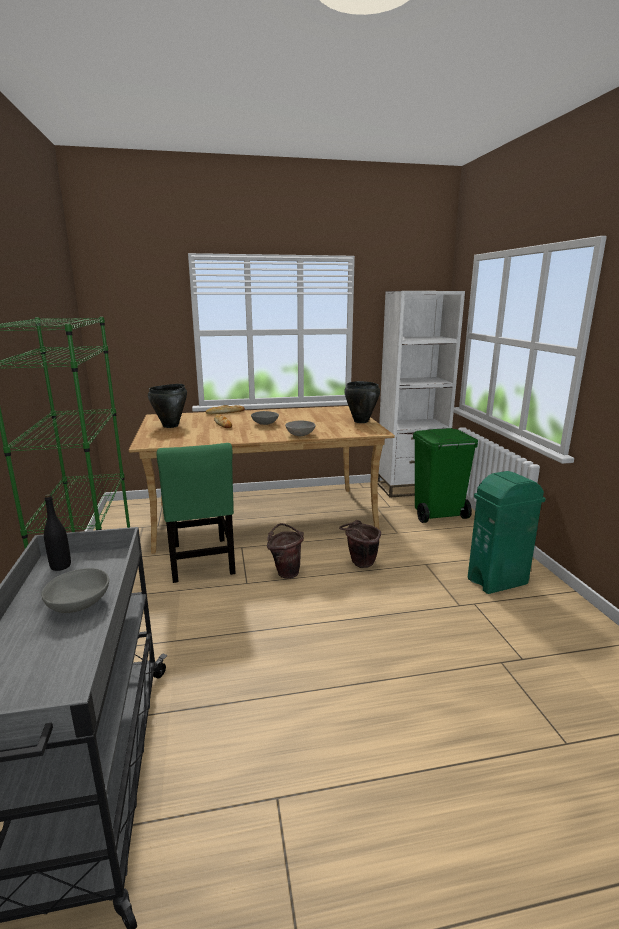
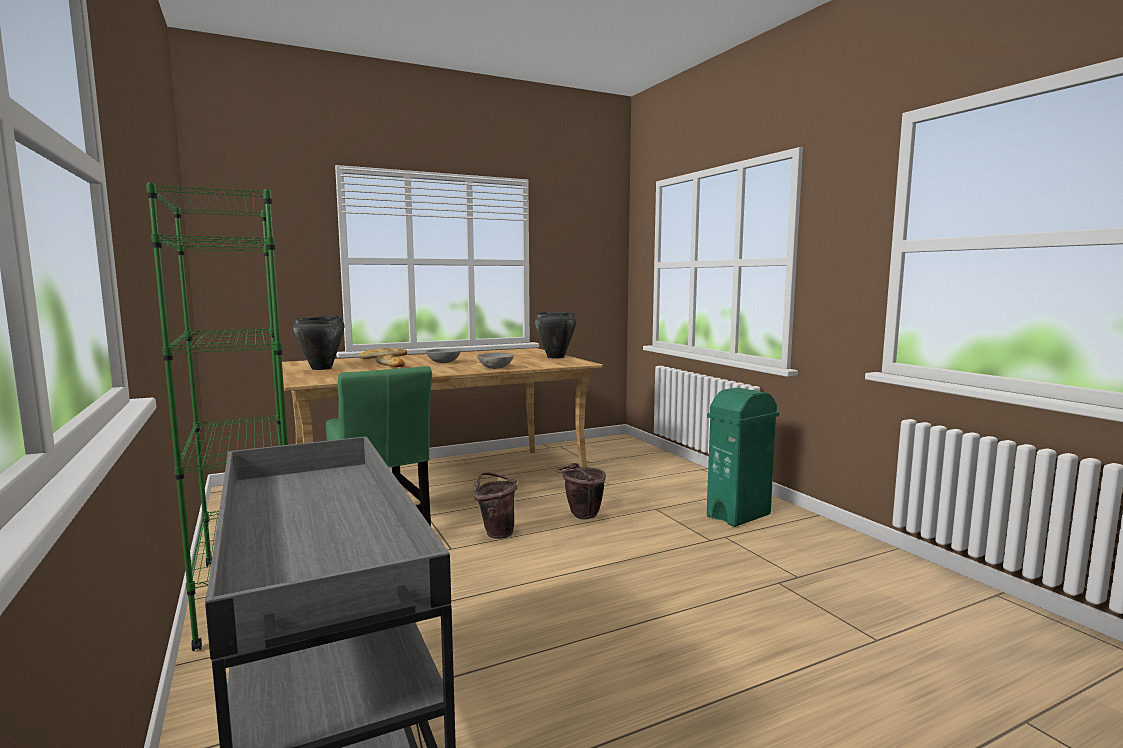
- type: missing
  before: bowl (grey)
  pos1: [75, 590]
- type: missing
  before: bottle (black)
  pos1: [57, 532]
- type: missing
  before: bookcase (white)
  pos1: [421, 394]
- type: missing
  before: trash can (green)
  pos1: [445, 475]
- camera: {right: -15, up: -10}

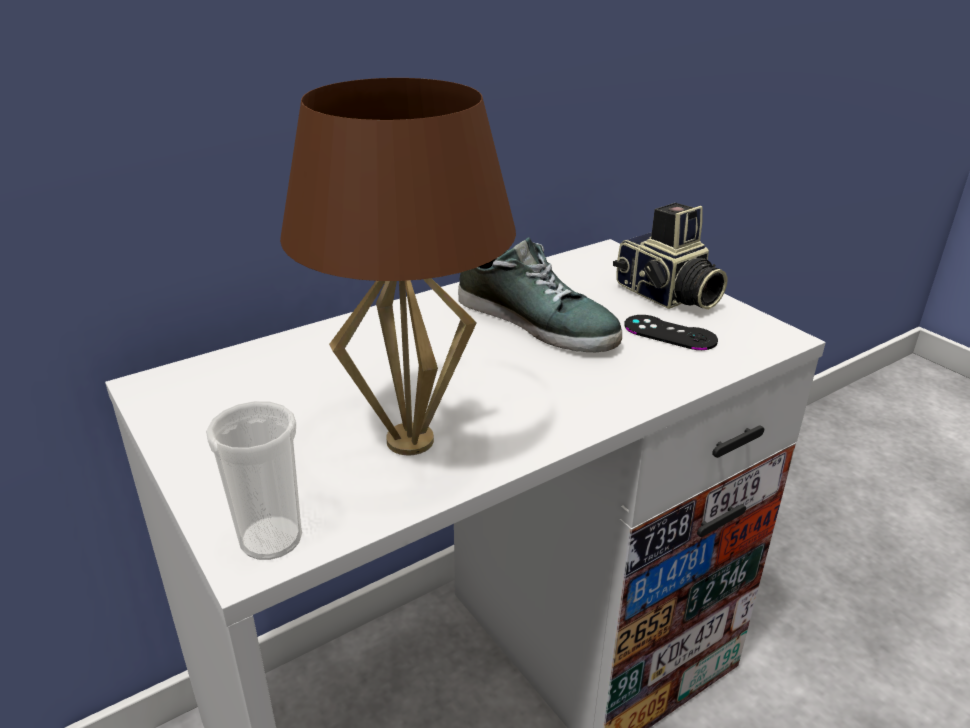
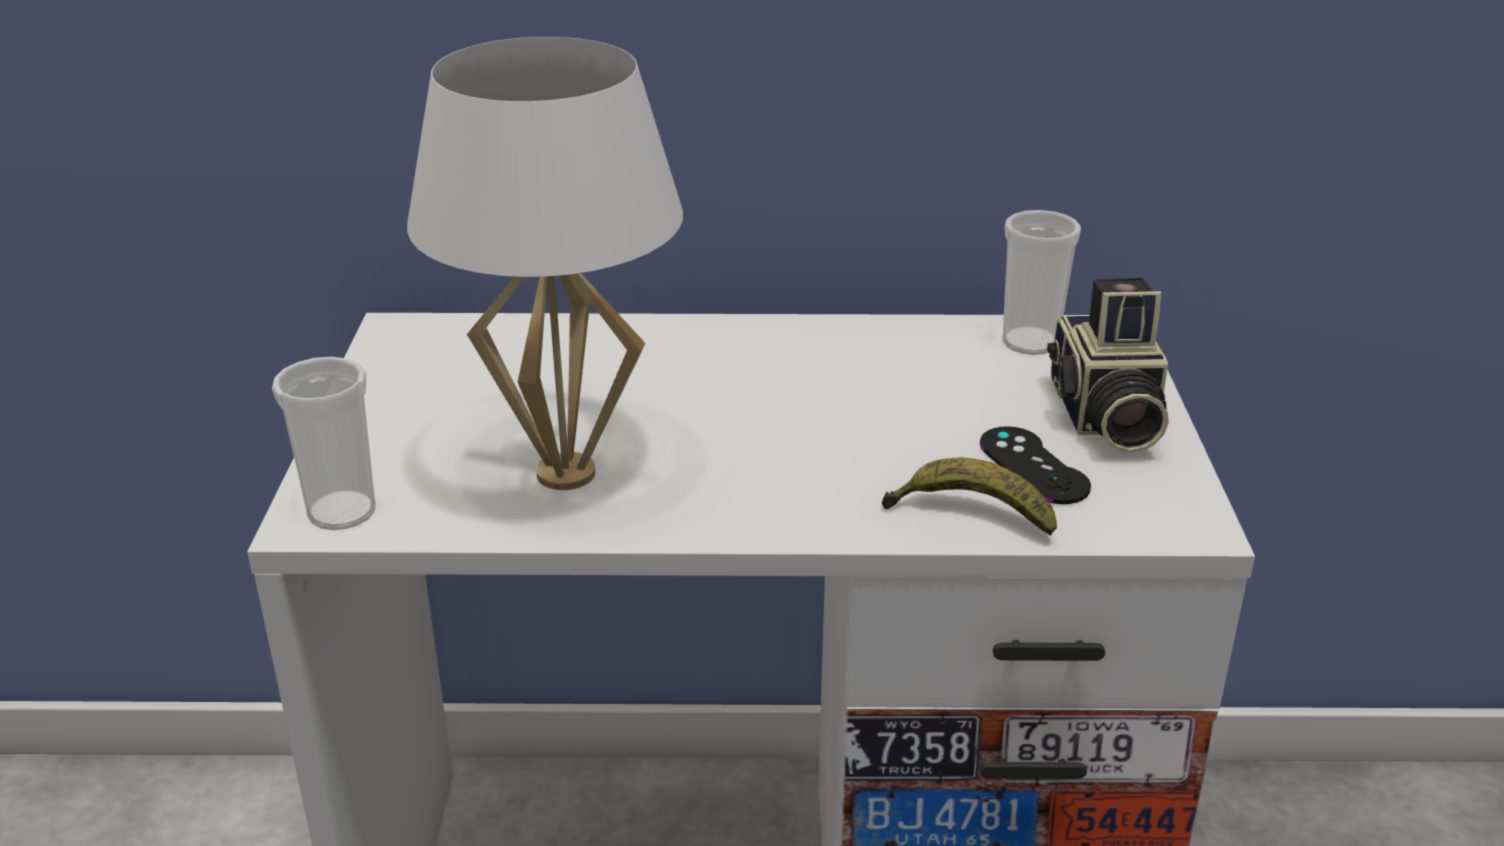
- type: colour
  before: table lamp (brown)
  after: table lamp (white)
  pos1: [398, 266]
  pos2: [545, 263]
- type: appeared
  after: banana
  pos2: [969, 496]
- type: appeared
  after: cup
  pos2: [1041, 282]
- type: missing
  before: shoe
  pos1: [540, 294]
- camera: {right: 35, up: 0}

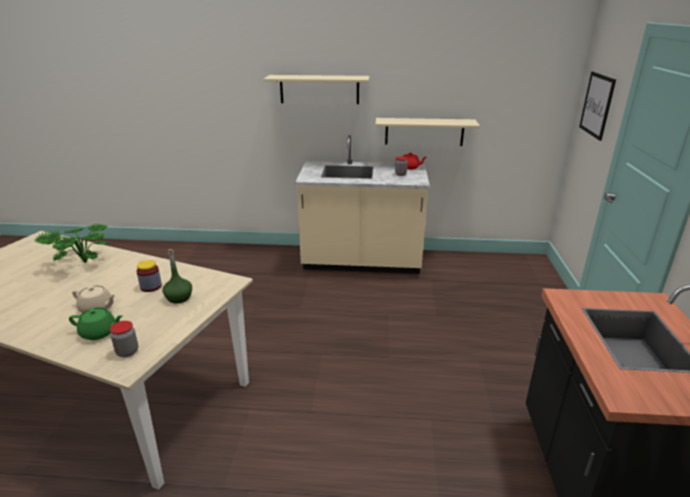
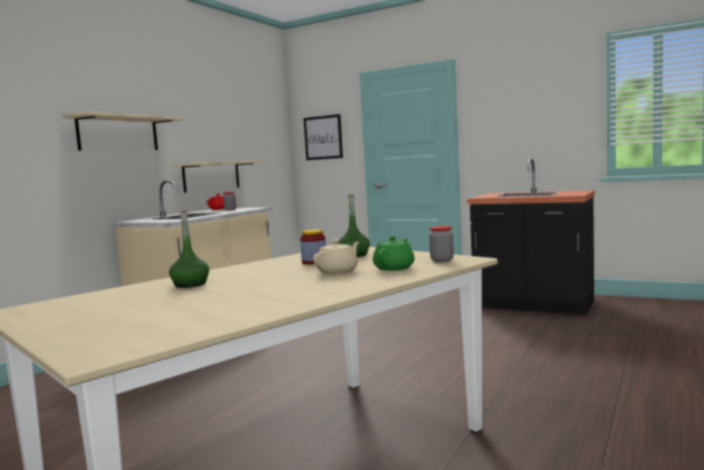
- type: exchanged
  before: potted plant
  after: bottle (green)
  pos1: [72, 243]
  pos2: [189, 249]
- camera: {right: -65, up: -20}

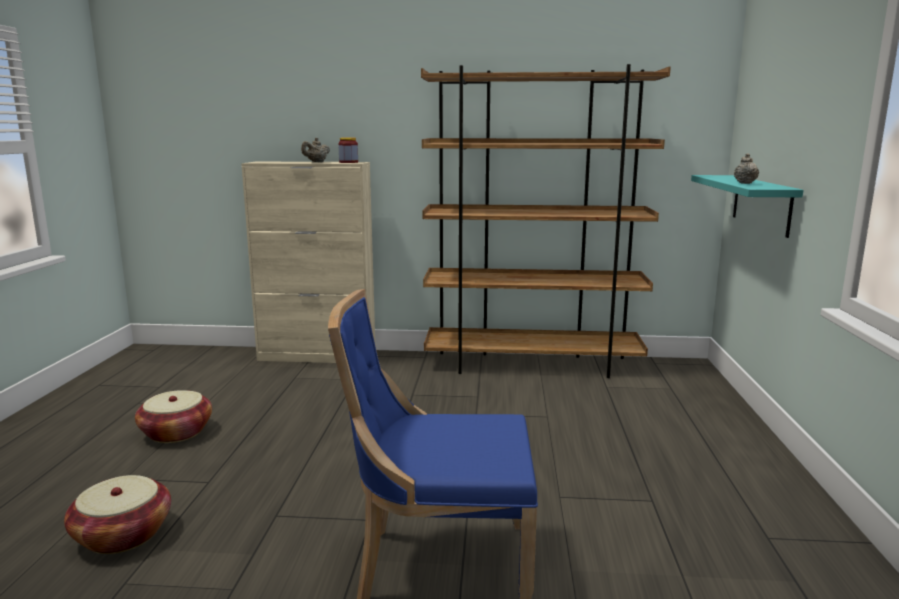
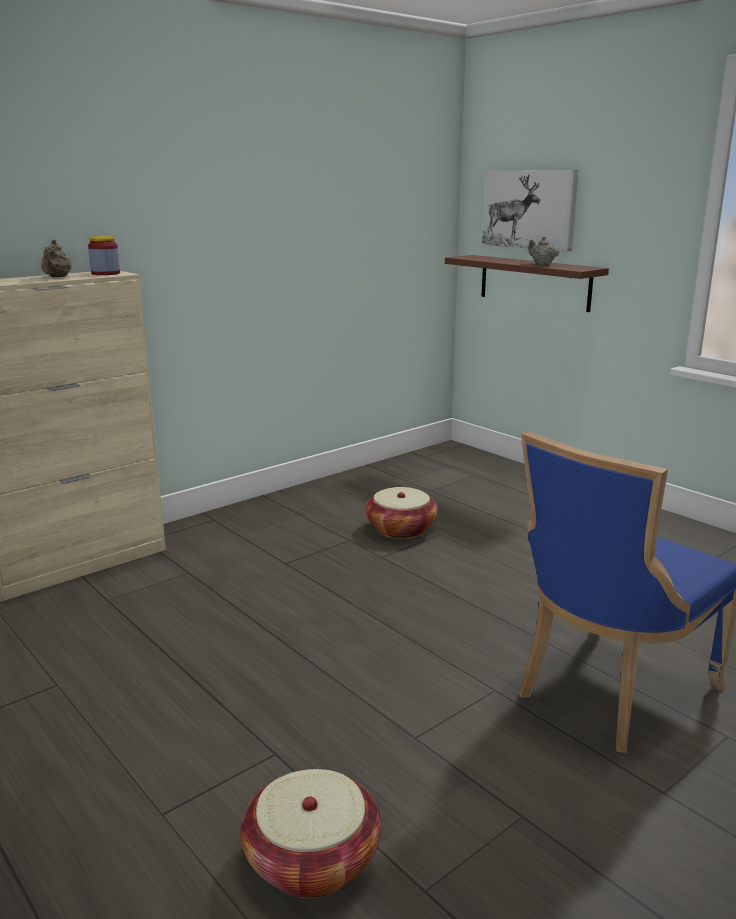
- type: relocated
  before: basket
  pos1: [173, 416]
  pos2: [401, 513]
- type: colour
  before: shelf (turquoise)
  after: shelf (brown)
  pos1: [747, 206]
  pos2: [527, 283]
- type: appeared
  after: picture
  pos2: [530, 211]
- type: missing
  before: bookcase (brown)
  pos1: [546, 221]
- camera: {right: -45, up: 5}

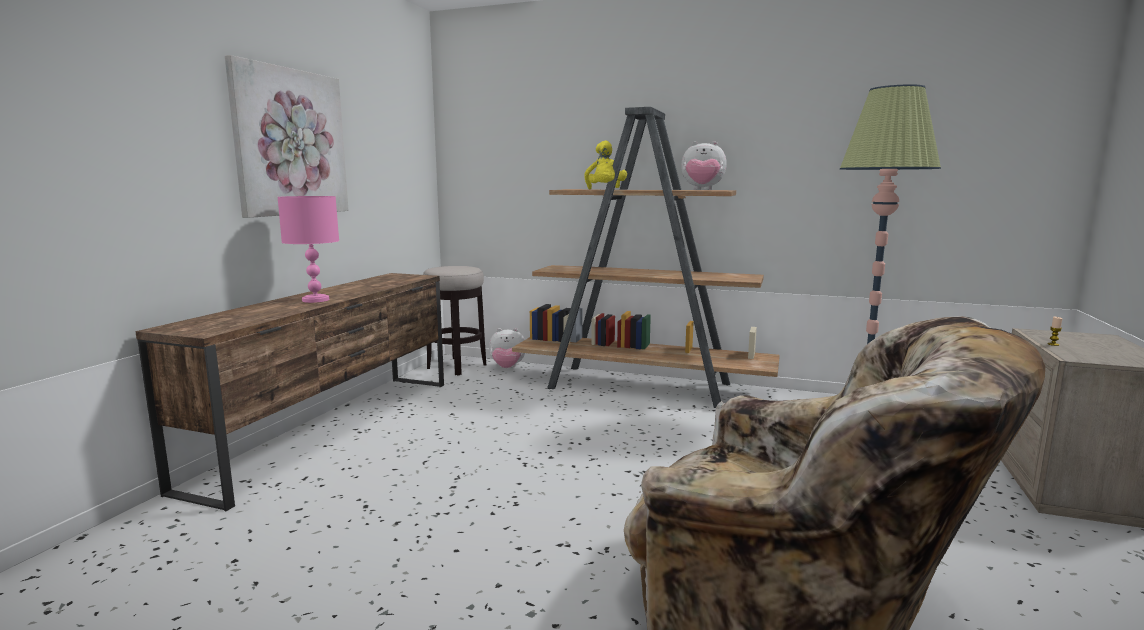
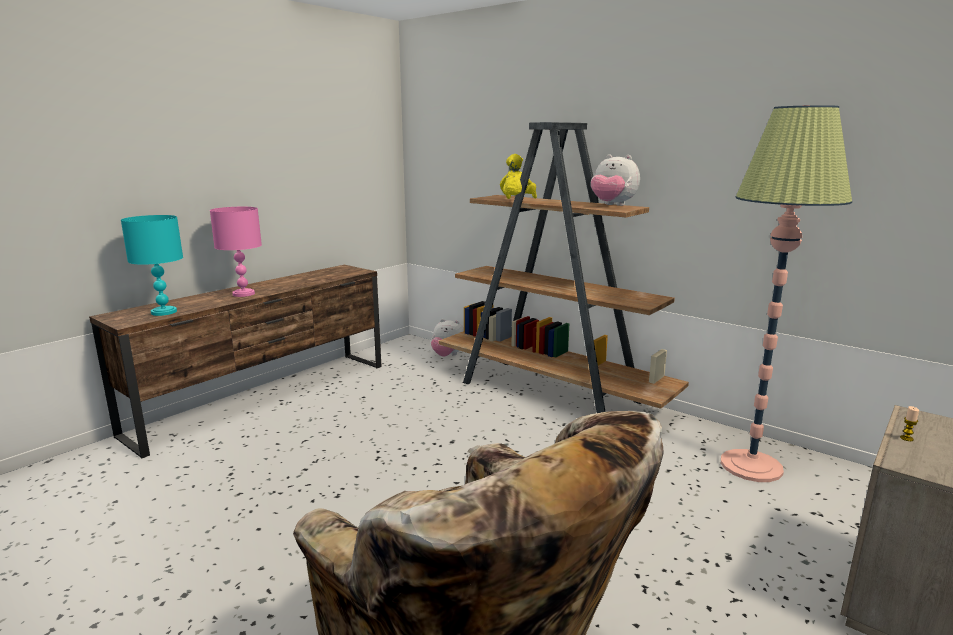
- type: appeared
  after: table lamp (turquoise)
  pos2: [152, 265]
- type: missing
  before: picture
  pos1: [287, 136]
- type: missing
  before: stool
  pos1: [454, 320]
- camera: {right: 20, up: 5}

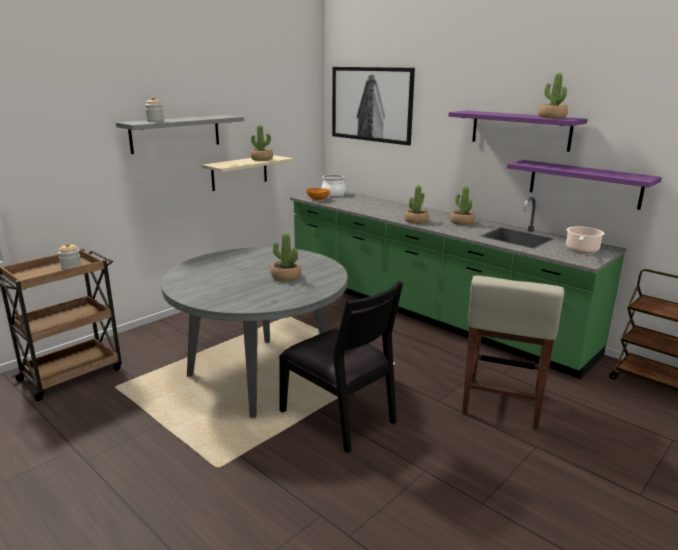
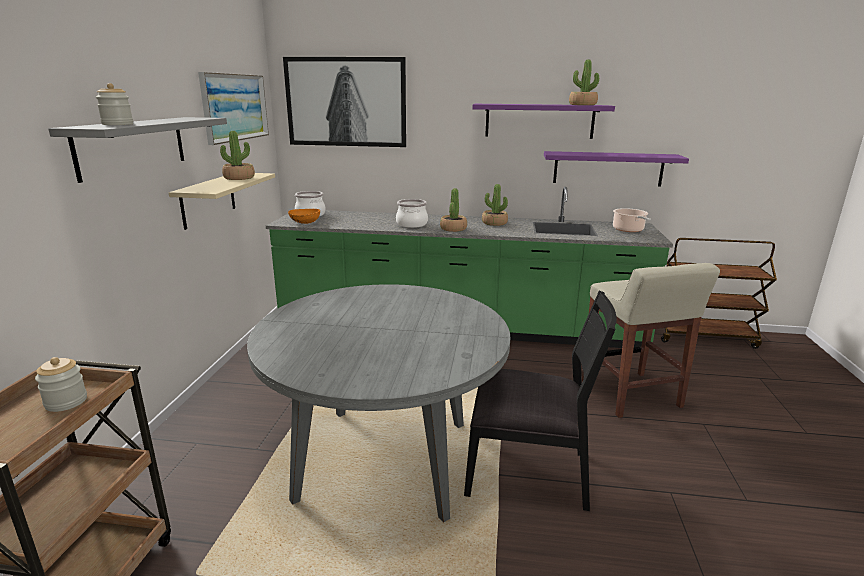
- type: appeared
  after: picture
  pos2: [233, 108]
- type: appeared
  after: cooking pot
  pos2: [412, 213]
- type: missing
  before: potted plant
  pos1: [286, 257]
- camera: {right: -35, up: 0}

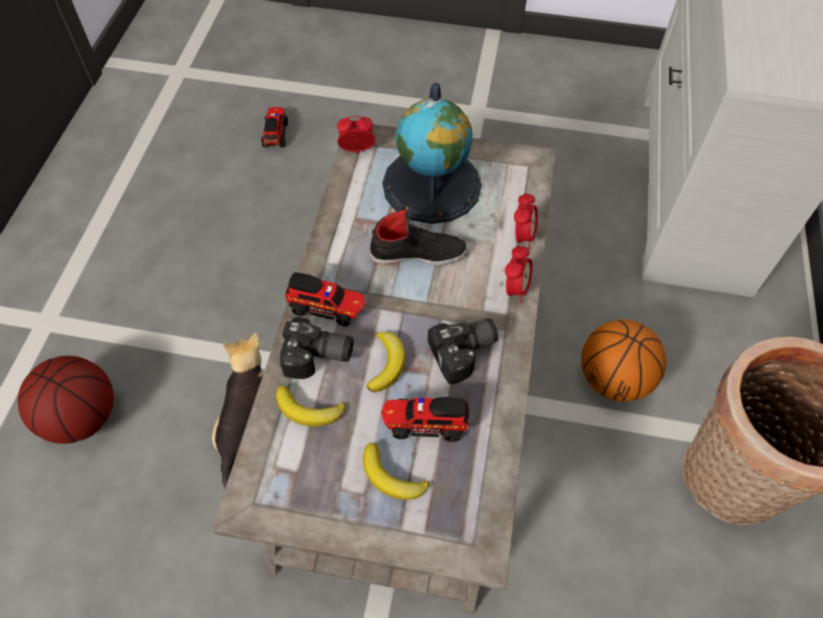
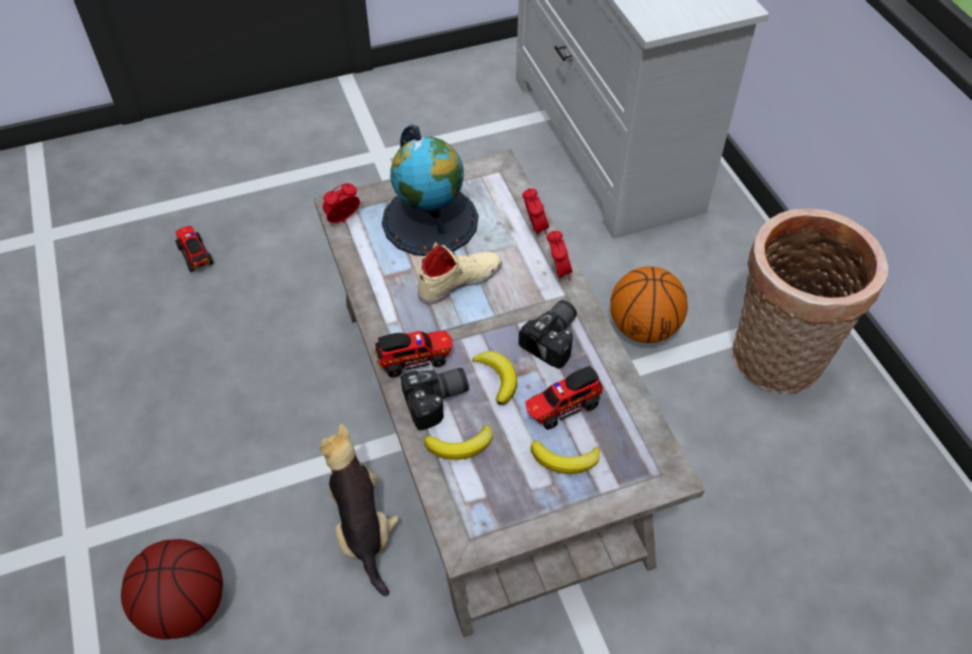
- type: colour
  before: shoe (black)
  after: shoe (beige)
  pos1: [419, 236]
  pos2: [459, 273]
- camera: {right: -30, up: -5}

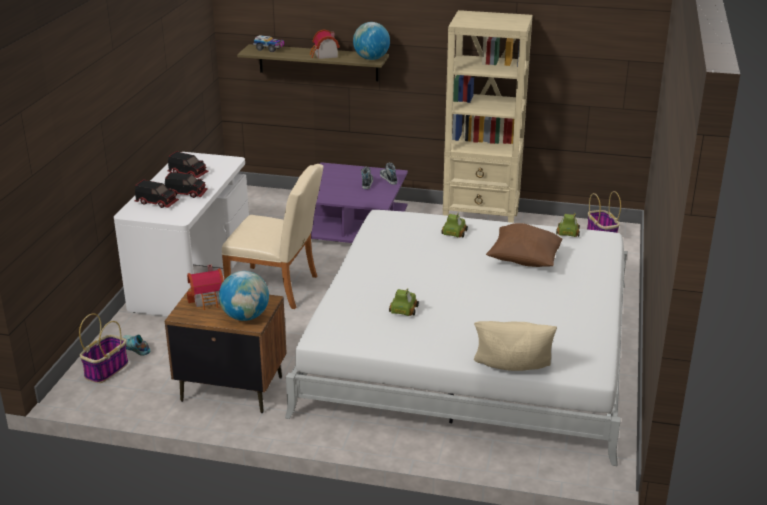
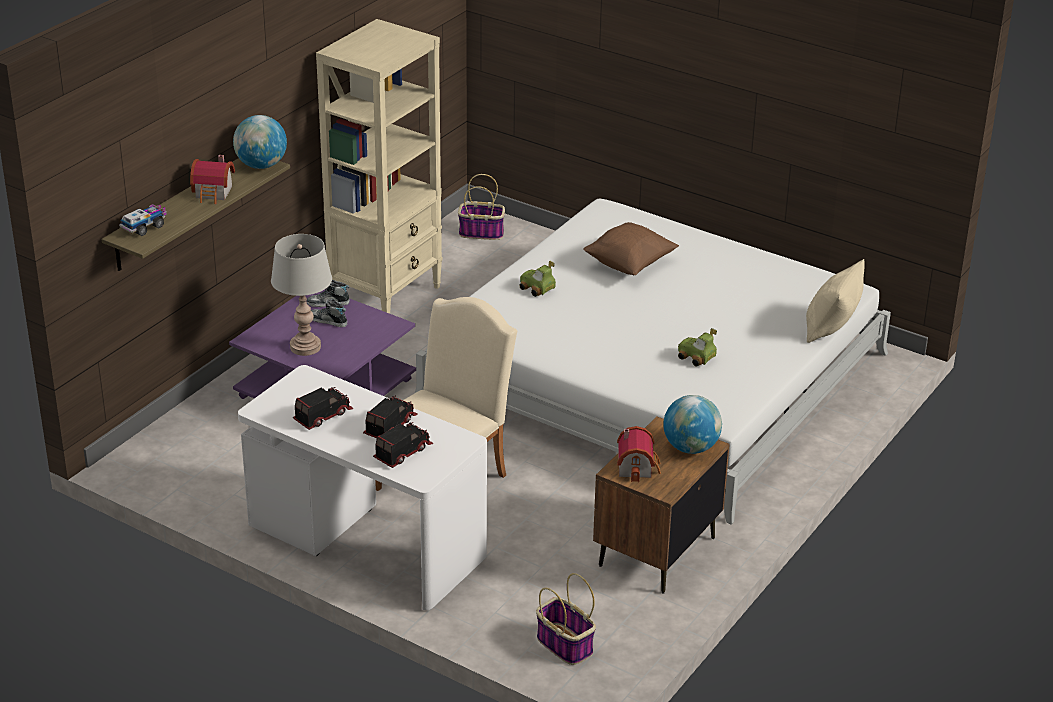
- type: appeared
  after: table lamp (grey)
  pos2: [301, 295]
- type: missing
  before: shoe
  pos1: [136, 345]
- type: missing
  before: toy car
  pos1: [568, 224]
- camera: {right: -70, up: 5}

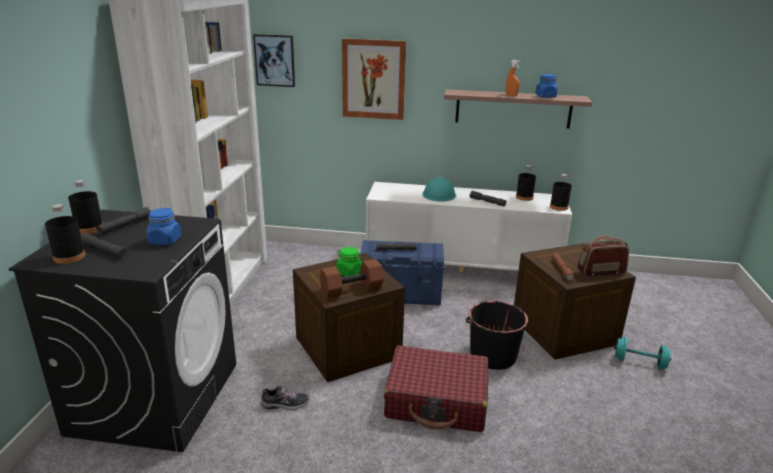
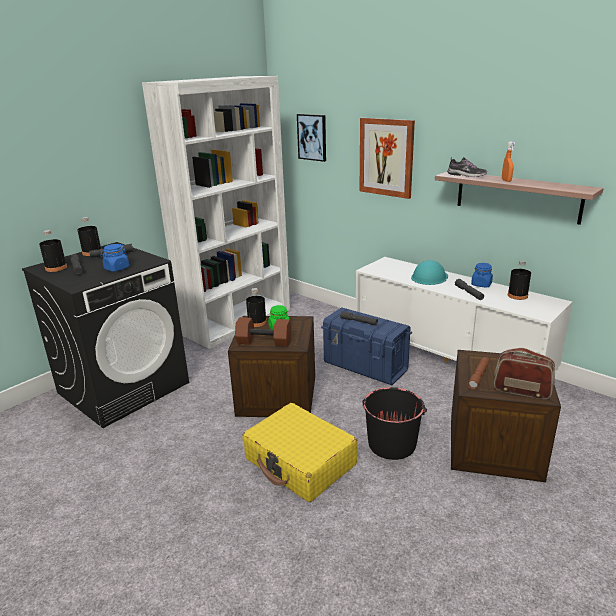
- type: colour
  before: suitcase (red)
  after: suitcase (yellow)
  pos1: [436, 388]
  pos2: [300, 452]
- type: relocated
  before: bottle (black)
  pos1: [561, 192]
  pos2: [256, 307]
- type: relocated
  before: shoe
  pos1: [285, 398]
  pos2: [467, 167]
- type: relocated
  before: jar (blue)
  pos1: [546, 86]
  pos2: [482, 275]
- type: missing
  before: dumbbell (turquoise)
  pos1: [642, 353]
- camera: {right: 35, up: 0}

